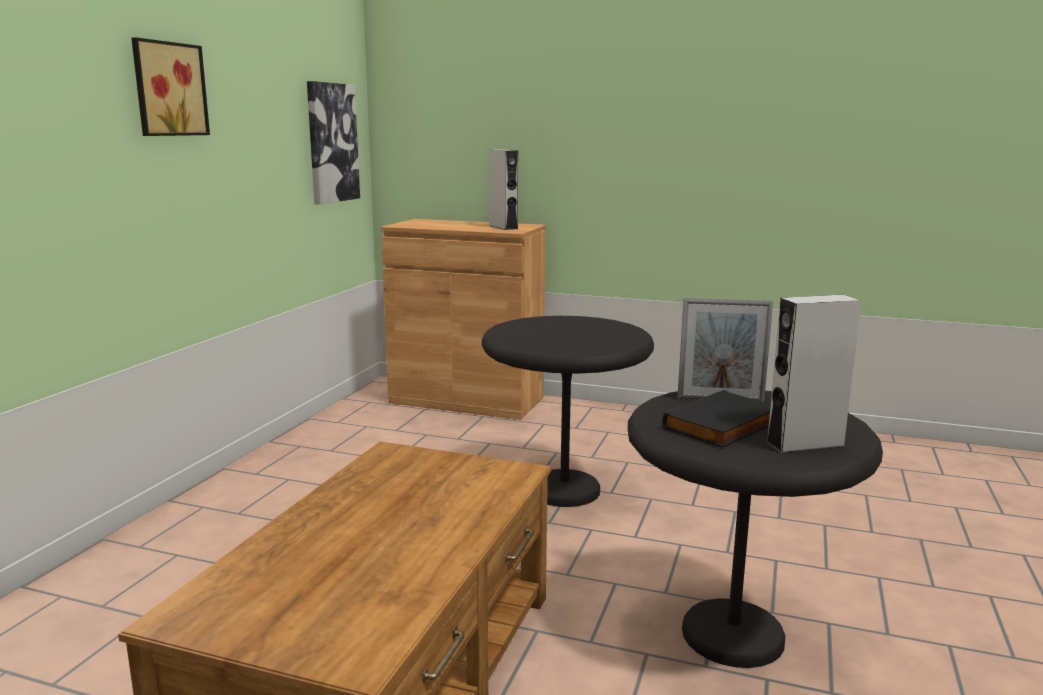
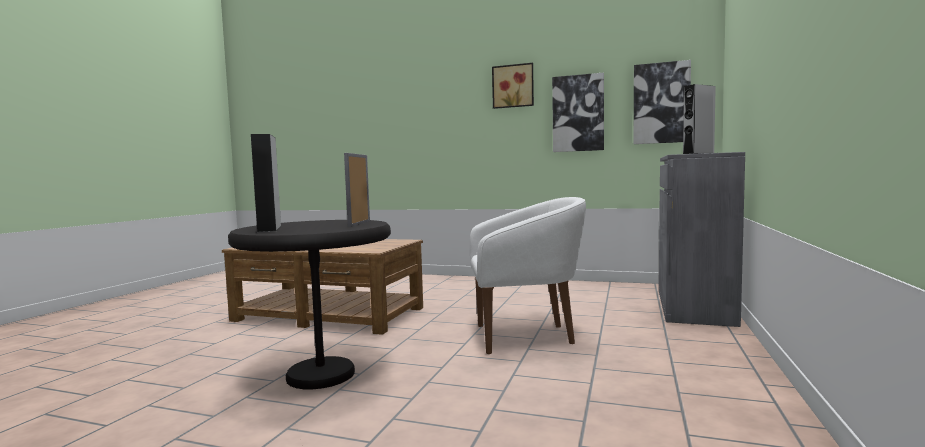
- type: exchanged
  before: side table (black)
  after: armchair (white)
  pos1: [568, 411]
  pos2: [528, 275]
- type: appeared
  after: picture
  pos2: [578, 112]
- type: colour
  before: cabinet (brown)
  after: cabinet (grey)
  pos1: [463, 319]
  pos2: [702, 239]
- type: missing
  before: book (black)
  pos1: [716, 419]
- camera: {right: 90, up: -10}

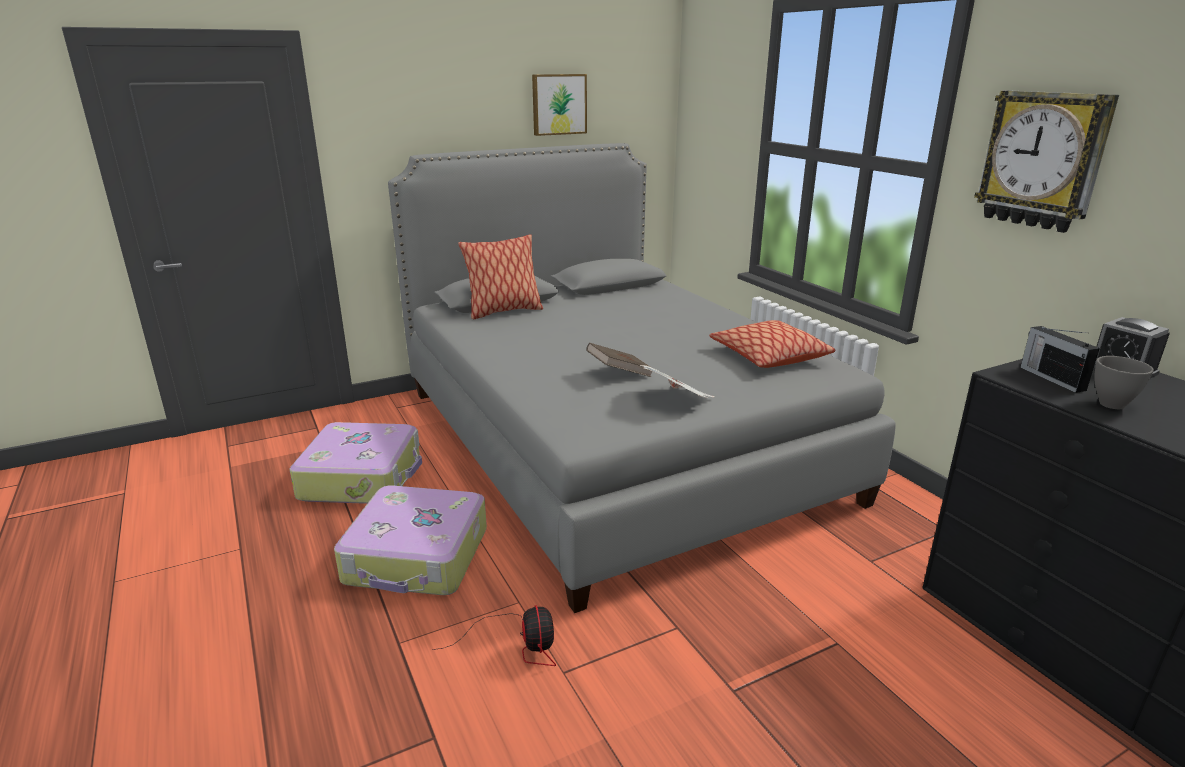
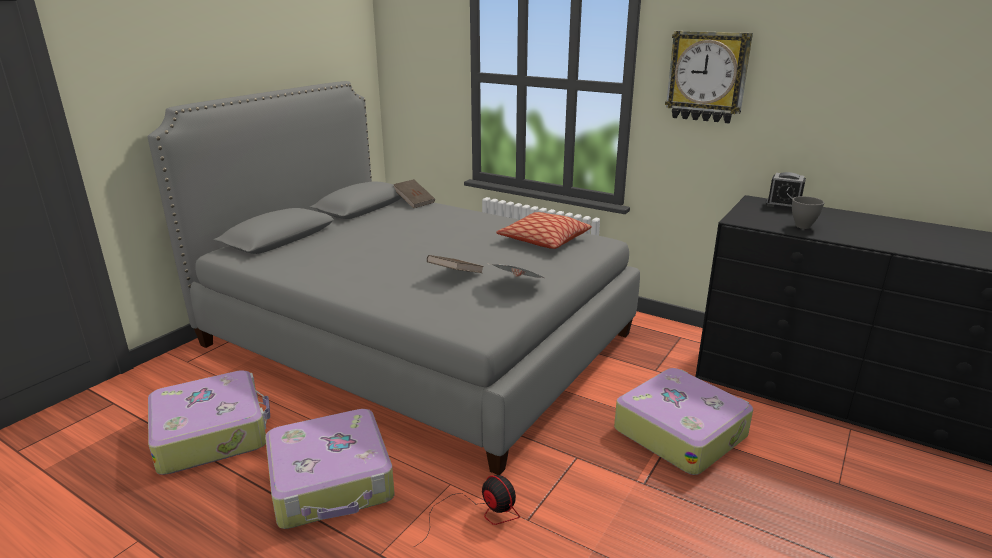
- type: appeared
  after: book (brown)
  pos2: [414, 193]
- type: appeared
  after: suitcase
  pos2: [683, 421]
- type: missing
  before: pillow
  pos1: [500, 276]
- type: missing
  before: picture
  pos1: [559, 105]
- type: missing
  before: radio
  pos1: [1060, 359]
- camera: {right: -30, up: 0}

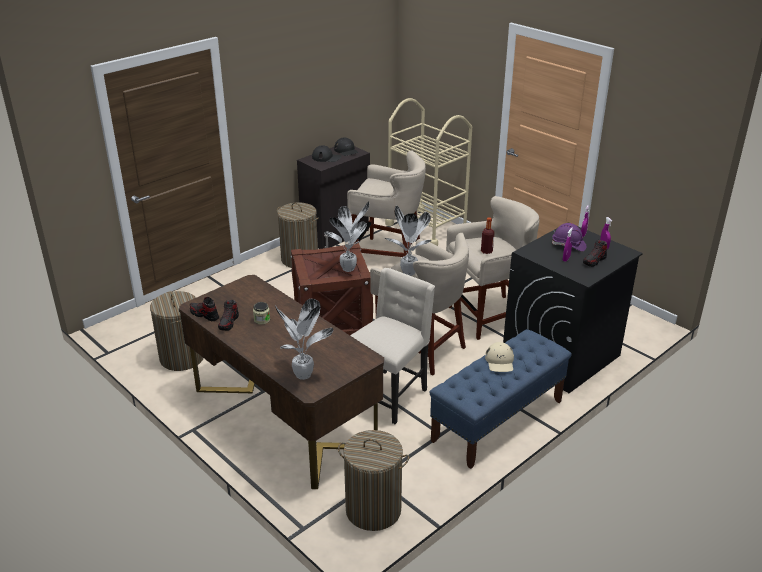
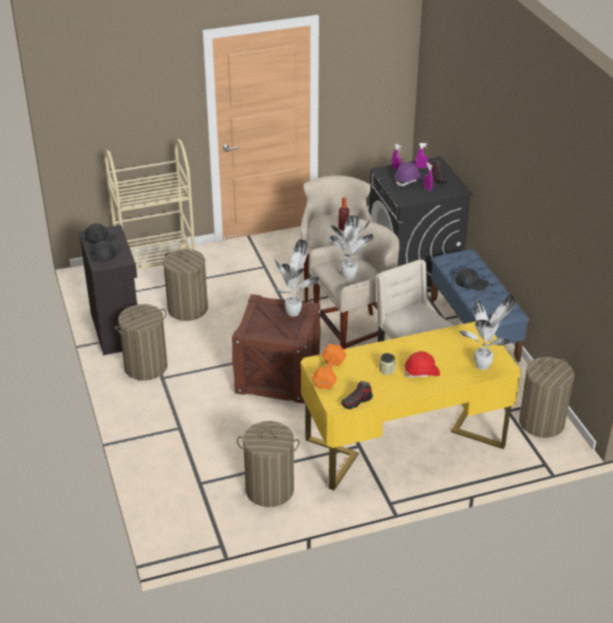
- type: exchanged
  before: stool (beige)
  after: laundry basket
  pos1: [386, 203]
  pos2: [185, 285]
- type: colour
  before: desk (brown)
  after: desk (yellow)
  pos1: [281, 382]
  pos2: [411, 405]
- type: appeared
  after: dumbbell (orange)
  pos2: [329, 367]
- type: appeared
  after: hard hat (red)
  pos2: [422, 364]
- type: colour
  before: cap (beige)
  after: cap (black)
  pos1: [499, 357]
  pos2: [472, 279]
- type: missing
  before: shoe
  pos1: [228, 315]
- camera: {right: -65, up: 5}

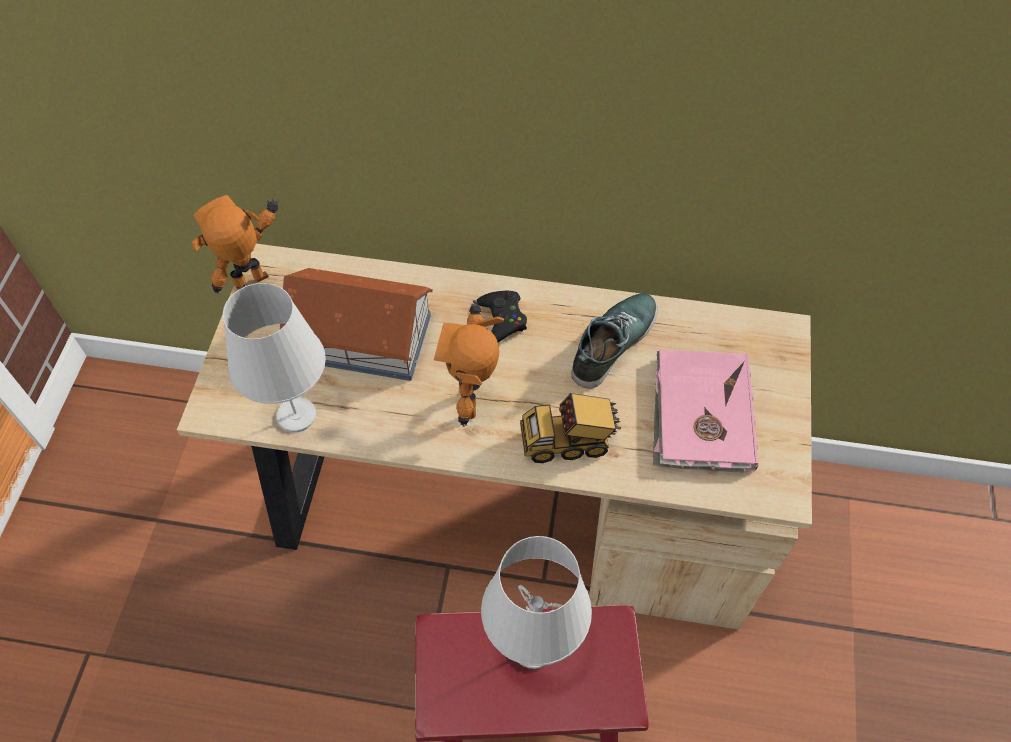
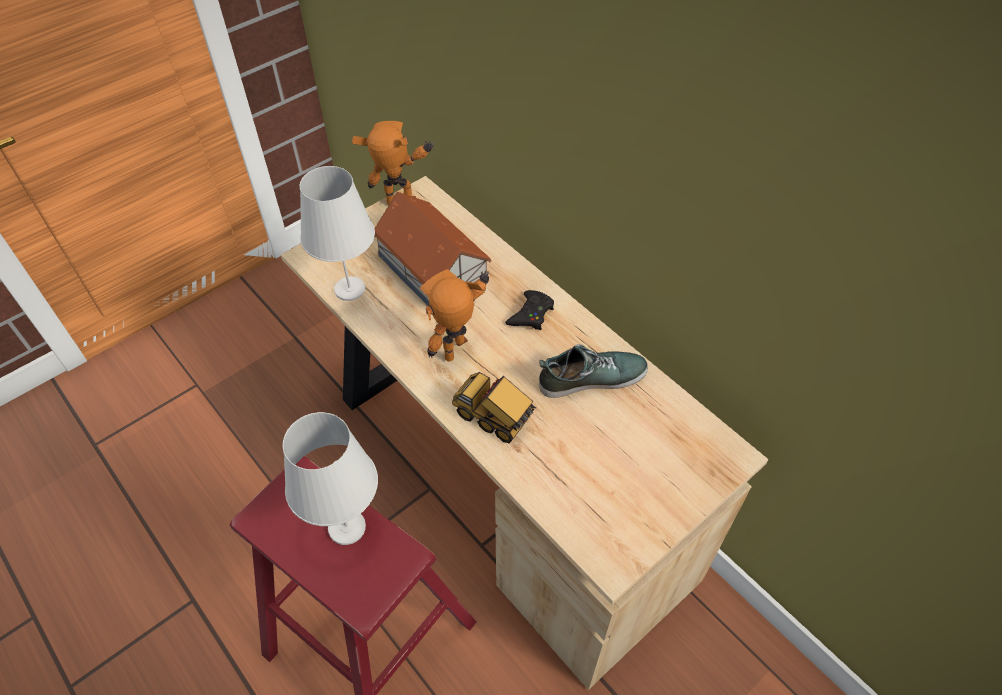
- type: missing
  before: book (pink)
  pos1: [705, 411]
- camera: {right: 40, up: -5}

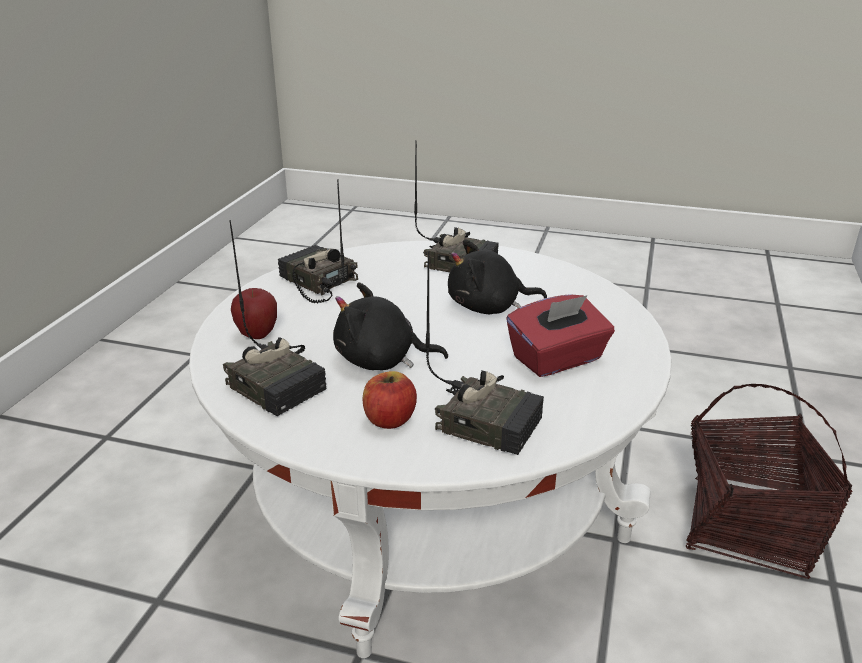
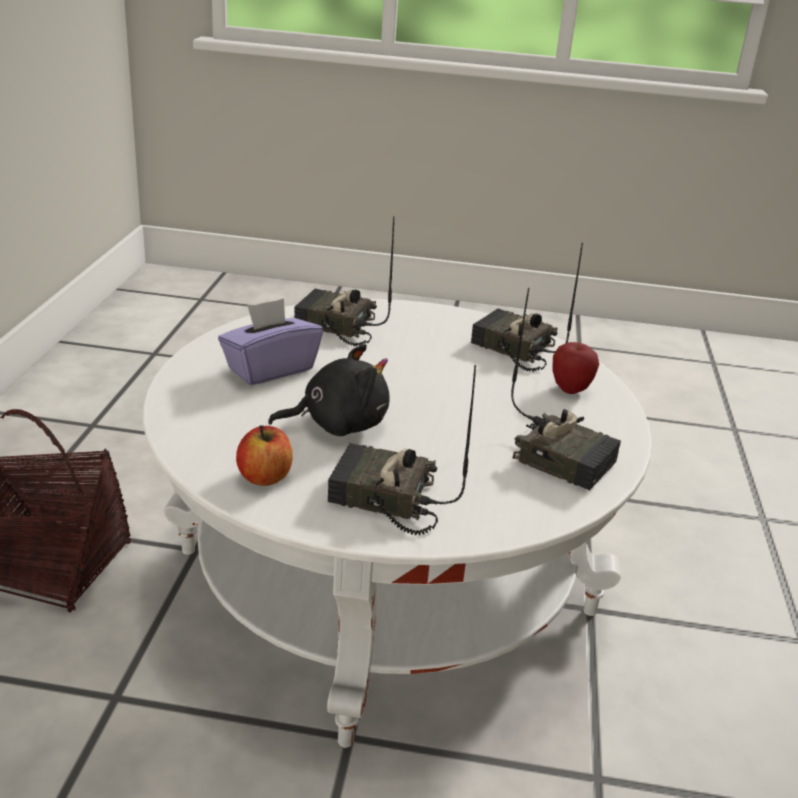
- type: colour
  before: tissue box (red)
  after: tissue box (purple)
  pos1: [560, 335]
  pos2: [270, 341]
- type: relocated
  before: apple
  pos1: [390, 400]
  pos2: [264, 455]
- type: missing
  before: plush toy (black)
  pos1: [390, 326]
- camera: {right: 170, up: 0}

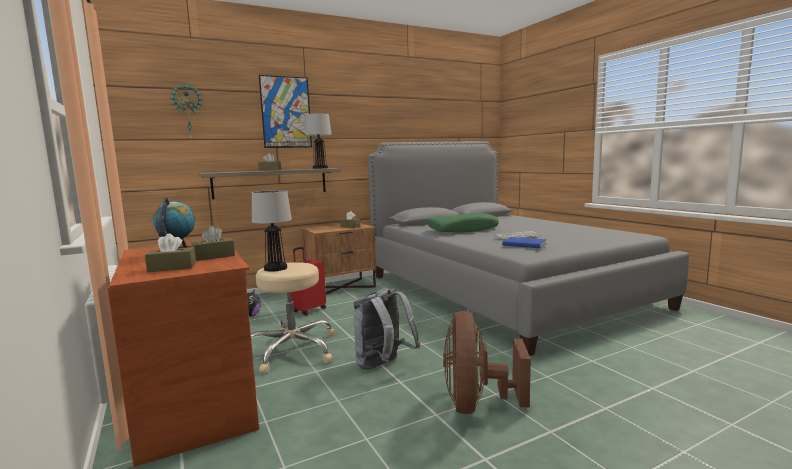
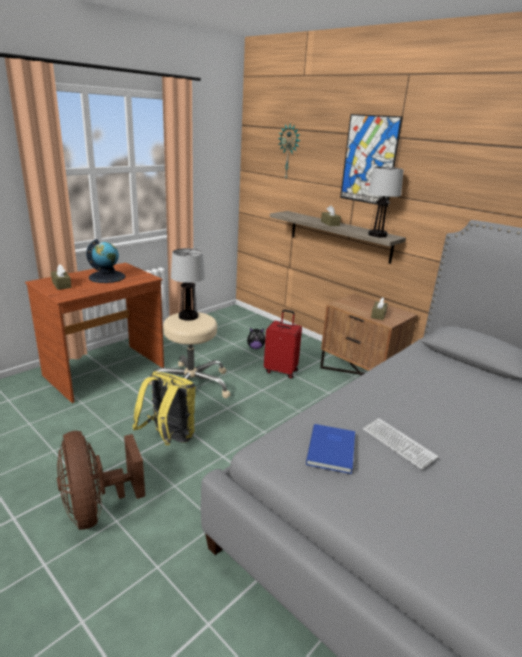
- type: spun
  before: fan (brown)
  pos1: [487, 362]
  pos2: [101, 480]
  turn: -105
- type: colour
  before: backpack (grey)
  after: backpack (yellow)
  pos1: [387, 329]
  pos2: [164, 408]
- type: missing
  before: tissue box (brown)
  pos1: [213, 243]
- type: missing
  before: pillow (green)
  pos1: [463, 223]
- camera: {right: 70, up: 15}

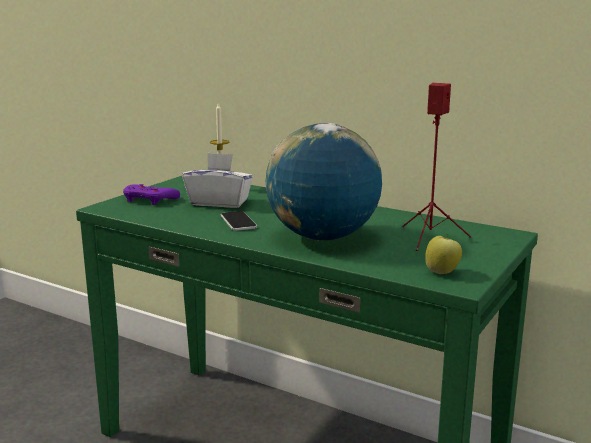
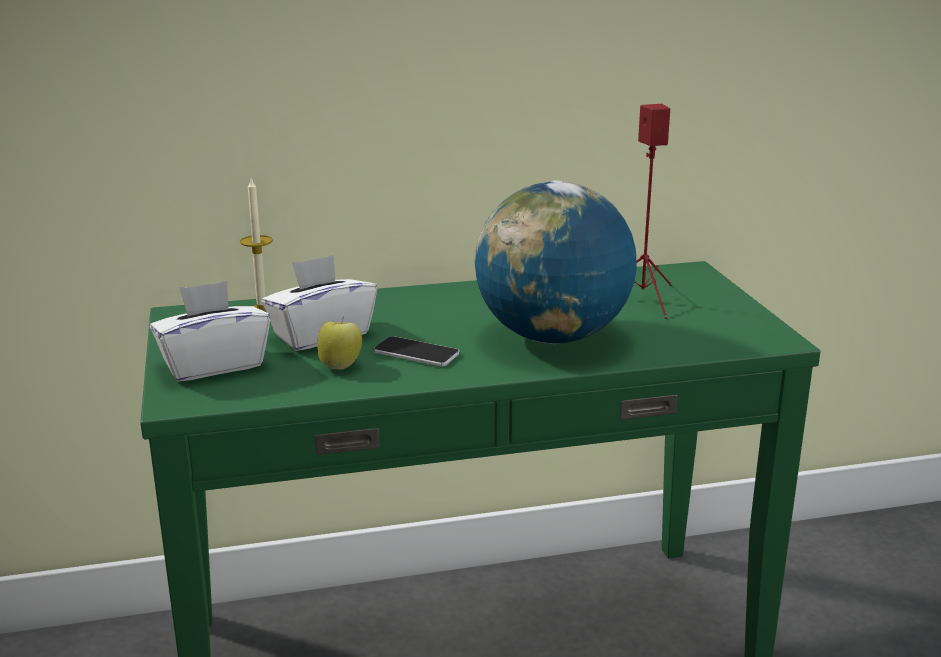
- type: exchanged
  before: game controller (purple)
  after: tissue box (white)
  pos1: [151, 194]
  pos2: [210, 331]
- type: relocated
  before: apple
  pos1: [443, 253]
  pos2: [339, 345]
- camera: {right: -45, up: 5}

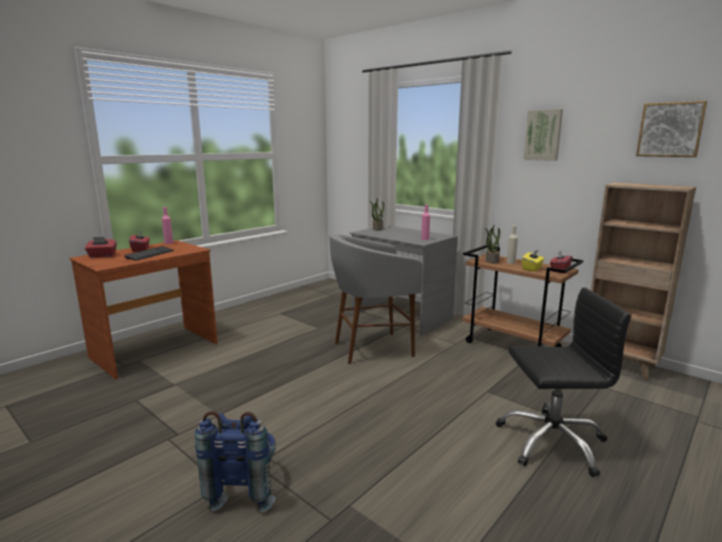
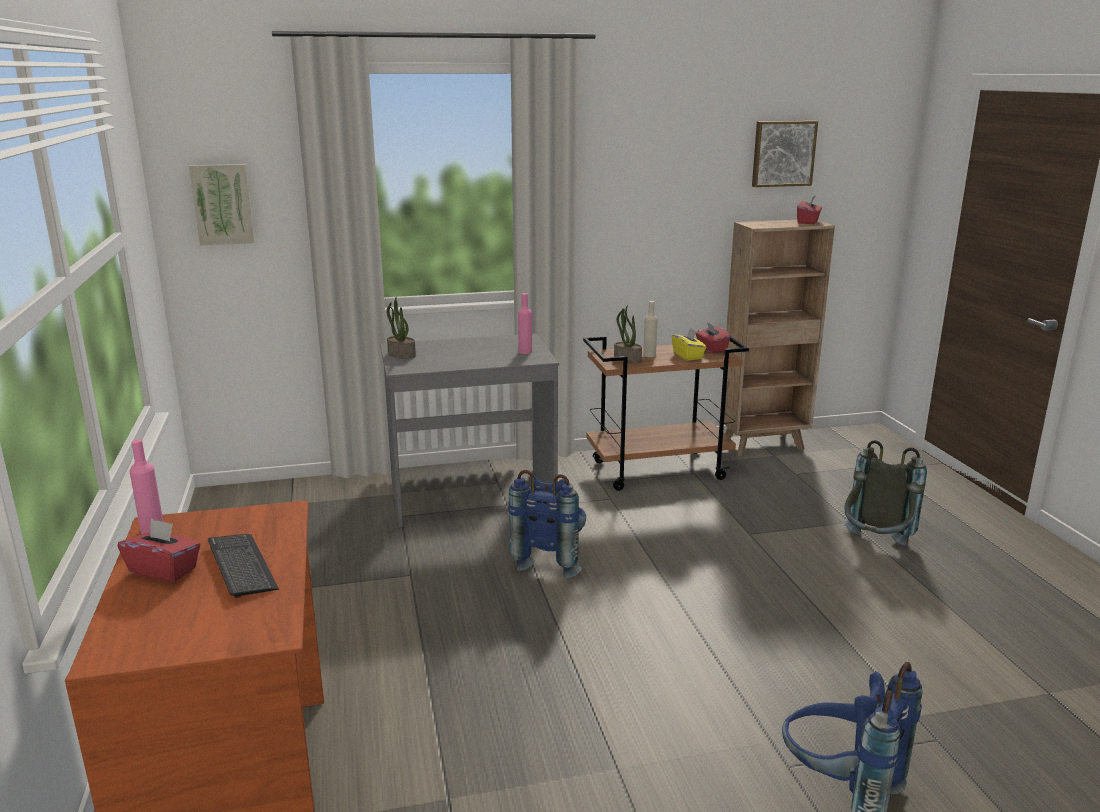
- type: relocated
  before: picture
  pos1: [543, 135]
  pos2: [222, 204]
- type: exchanged
  before: stool (grey)
  after: backpack (blue)
  pos1: [375, 299]
  pos2: [547, 524]
- type: relocated
  before: tissue box (red)
  pos1: [101, 247]
  pos2: [809, 209]
- type: exchanged
  before: office chair (black)
  after: backpack (grey)
  pos1: [563, 382]
  pos2: [885, 492]
- camera: {right: -55, up: 5}

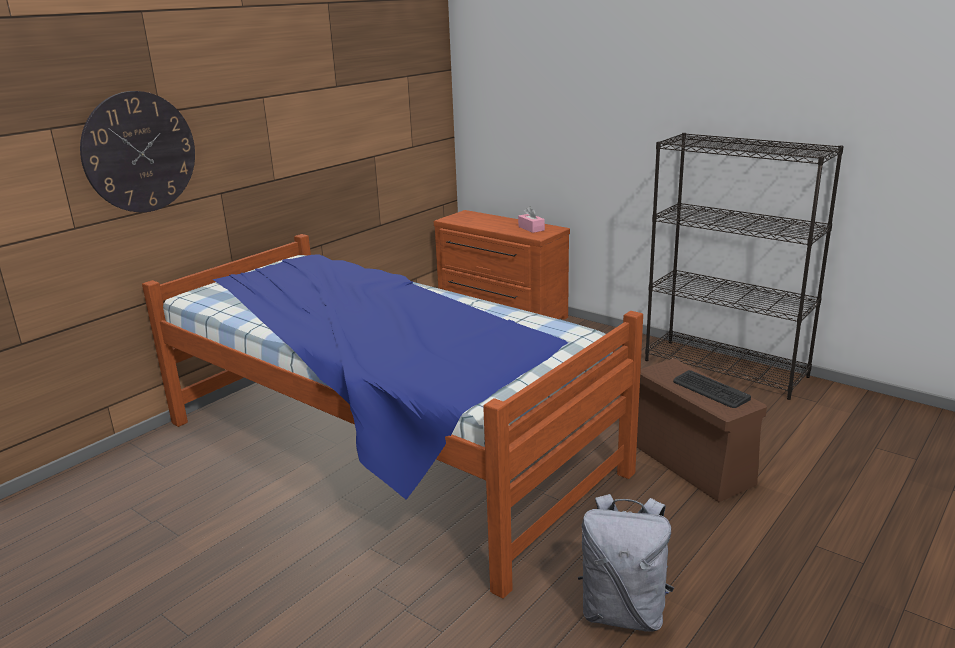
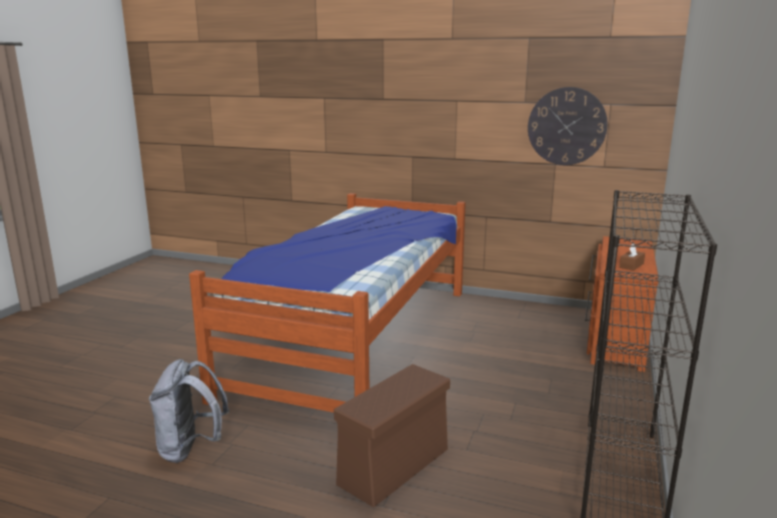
- type: relocated
  before: wall clock
  pos1: [137, 151]
  pos2: [567, 126]
- type: colour
  before: tissue box (pink)
  after: tissue box (brown)
  pos1: [531, 219]
  pos2: [632, 257]
- type: missing
  before: keyboard
  pos1: [712, 389]
- camera: {right: 70, up: -5}

